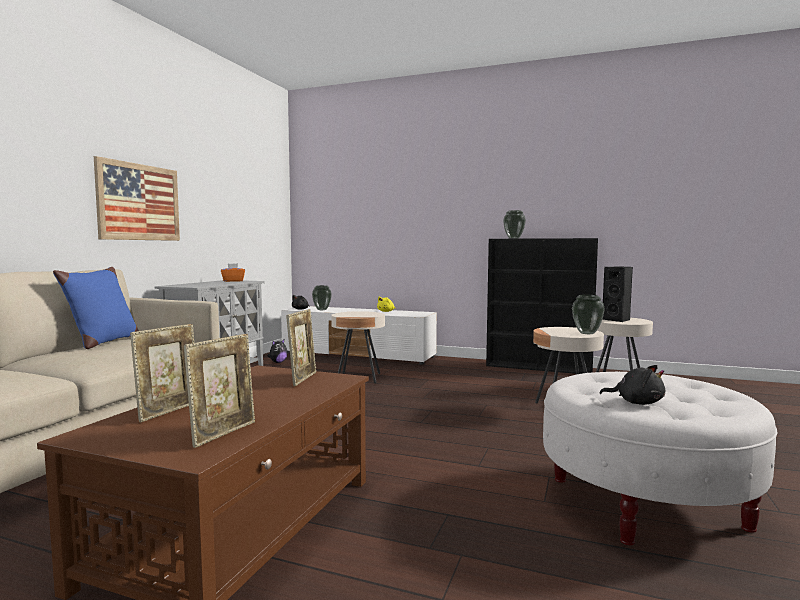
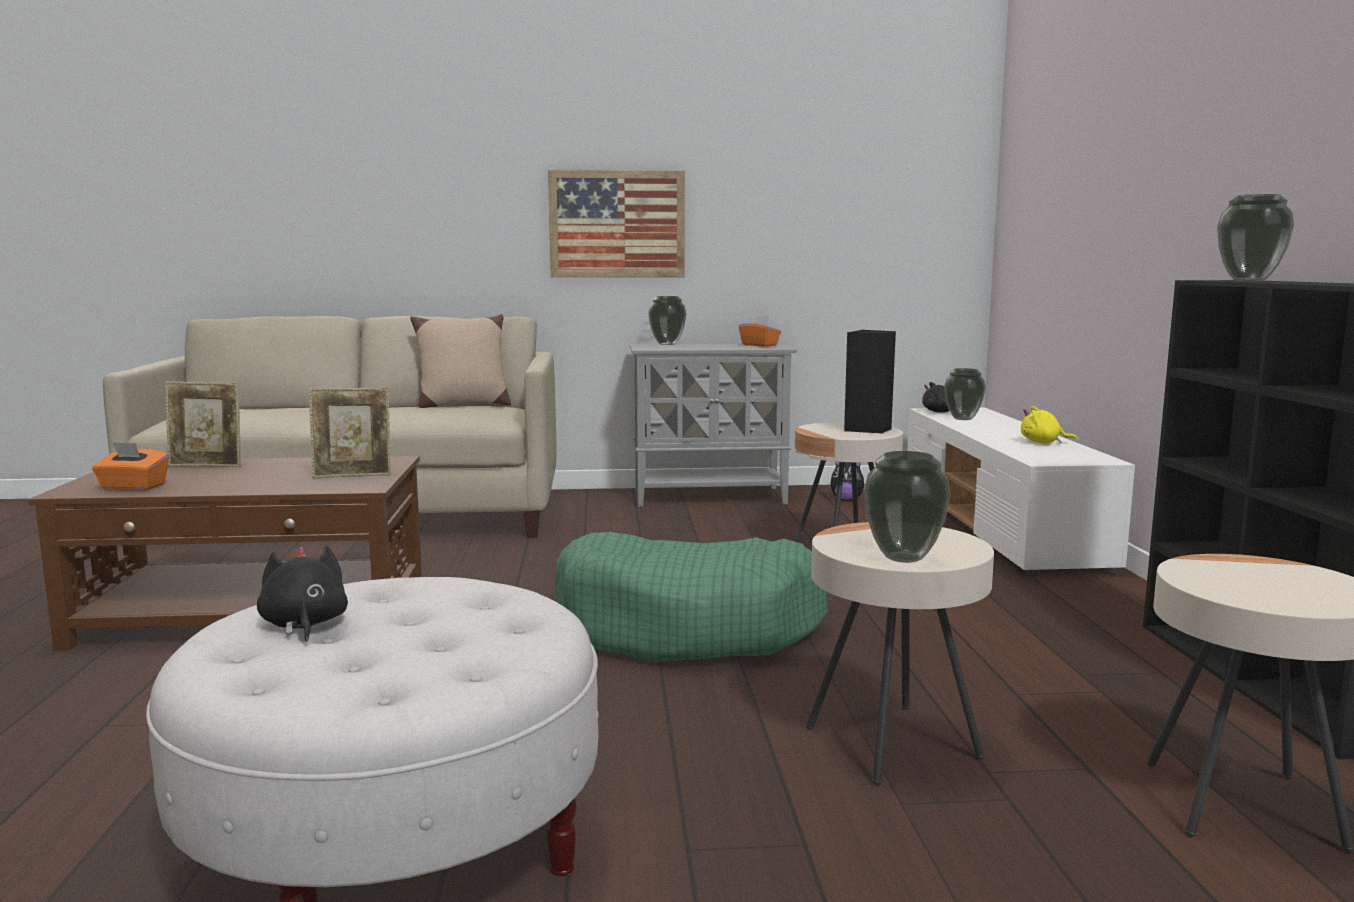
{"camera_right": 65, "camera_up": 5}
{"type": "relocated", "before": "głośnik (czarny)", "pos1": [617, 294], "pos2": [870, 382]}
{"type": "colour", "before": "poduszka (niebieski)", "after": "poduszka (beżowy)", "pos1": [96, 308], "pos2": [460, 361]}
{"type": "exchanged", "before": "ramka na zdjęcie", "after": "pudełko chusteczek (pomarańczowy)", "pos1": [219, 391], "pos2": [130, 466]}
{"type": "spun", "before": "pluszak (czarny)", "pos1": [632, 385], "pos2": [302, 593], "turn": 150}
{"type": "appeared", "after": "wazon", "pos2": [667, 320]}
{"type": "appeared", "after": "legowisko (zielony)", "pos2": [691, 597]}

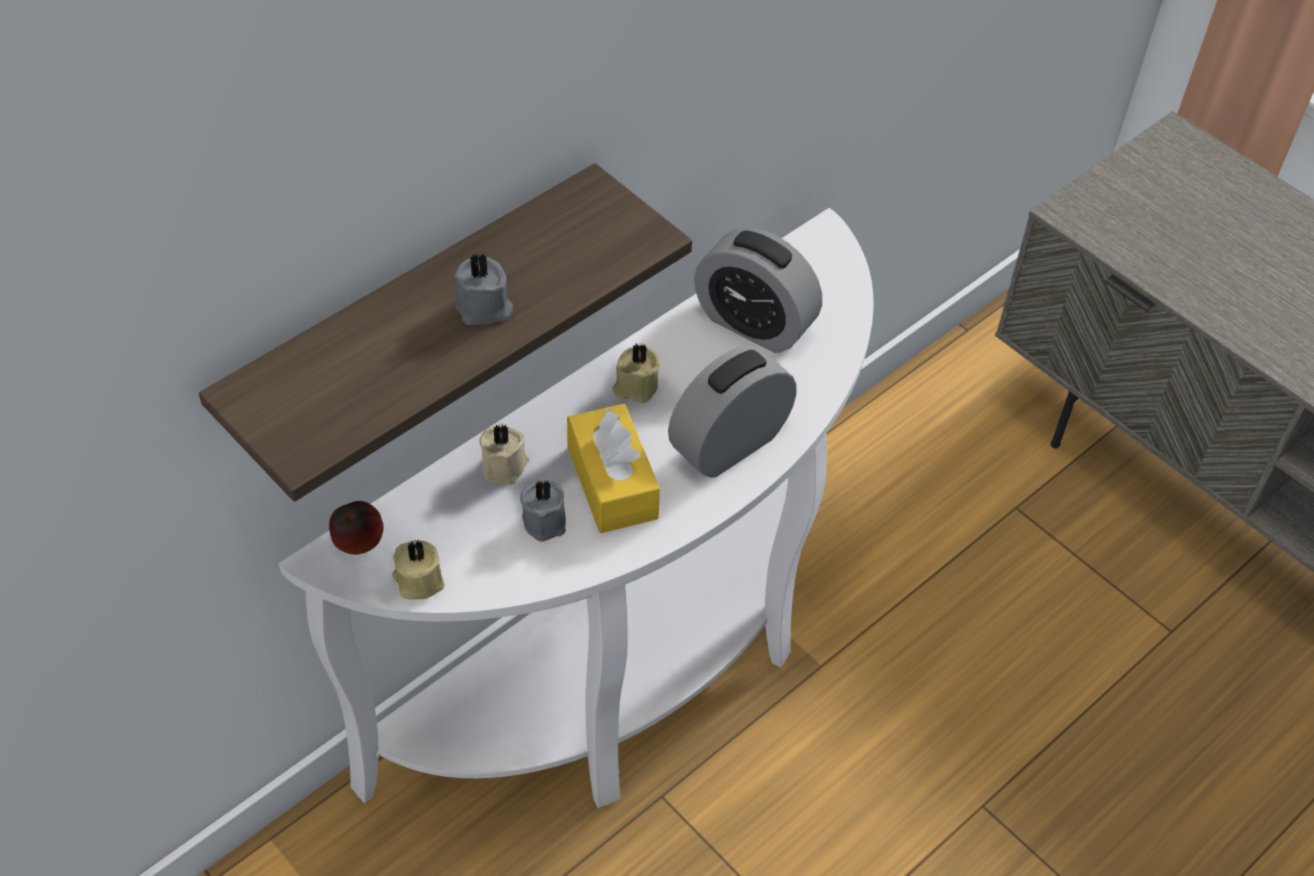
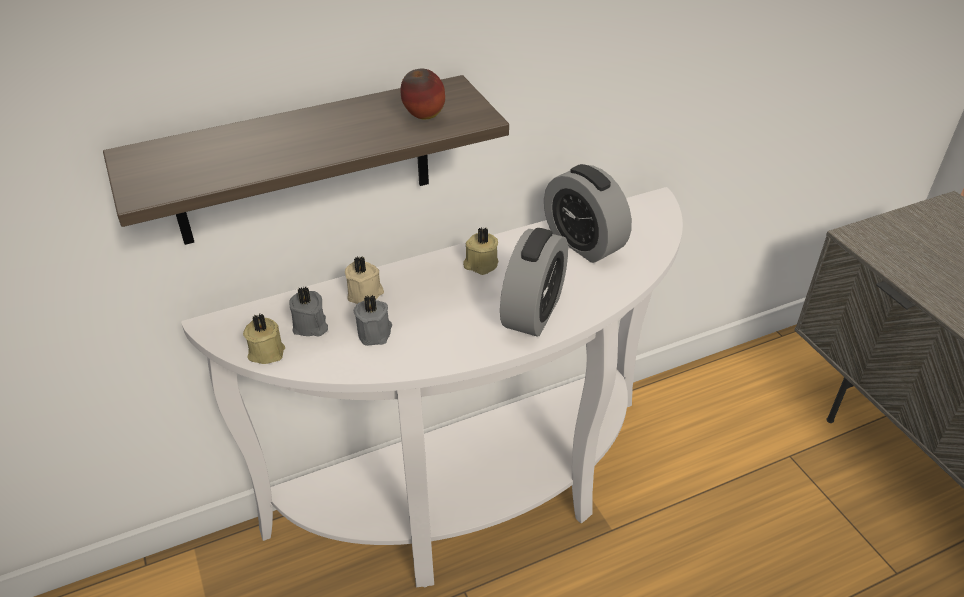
{"camera_right": 20, "camera_up": -10}
{"type": "relocated", "before": "świeca (szary)", "pos1": [483, 289], "pos2": [308, 311]}
{"type": "spun", "before": "budzik", "pos1": [732, 411], "pos2": [534, 282], "turn": 135}
{"type": "missing", "before": "pudełko chusteczek (żółty)", "pos1": [613, 468]}
{"type": "relocated", "before": "jabłko", "pos1": [356, 528], "pos2": [423, 93]}

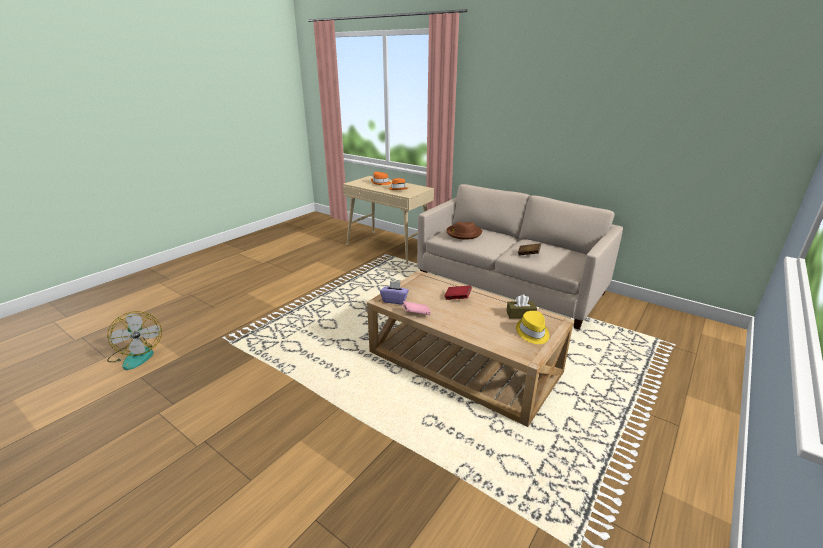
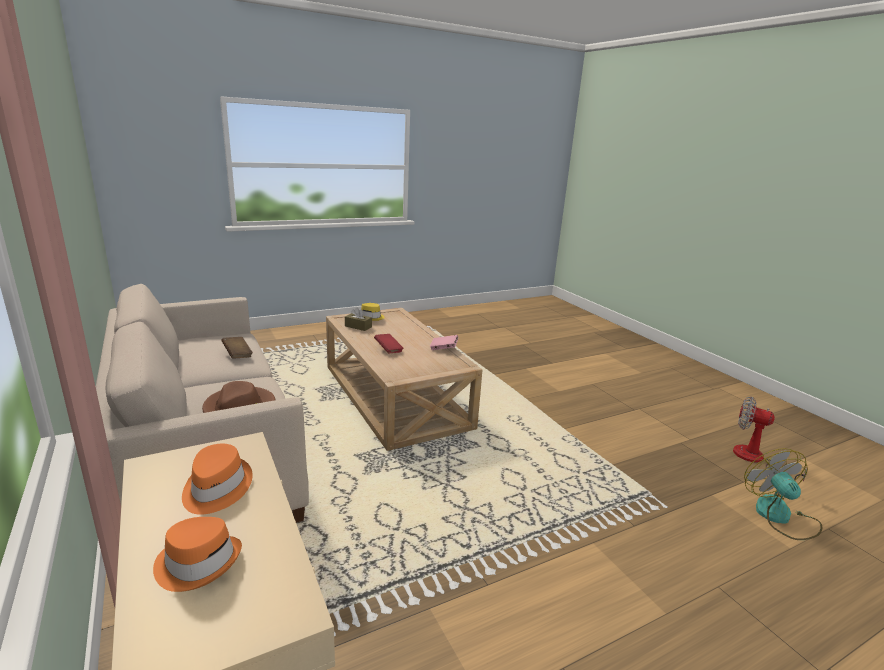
{"camera_right": -155, "camera_up": -5}
{"type": "missing", "before": "pudełko chusteczek (fioletowy)", "pos1": [394, 293]}
{"type": "appeared", "after": "wentylator", "pos2": [770, 439]}

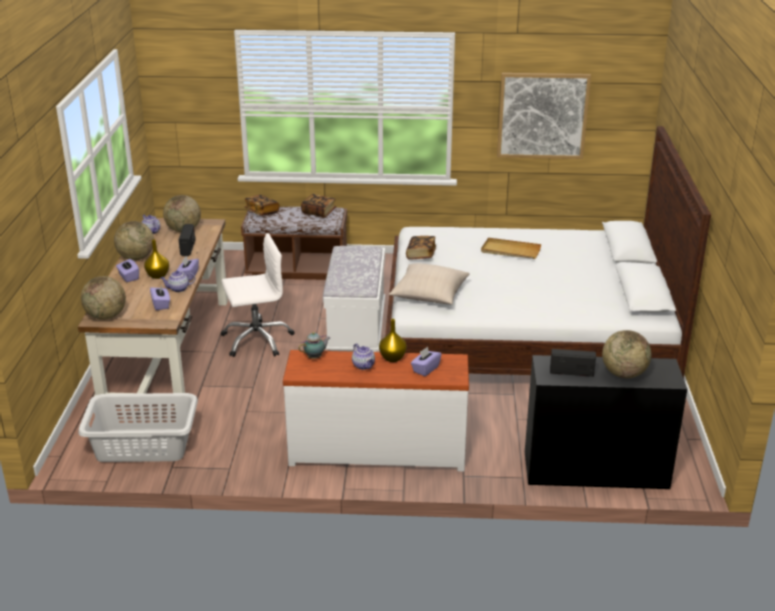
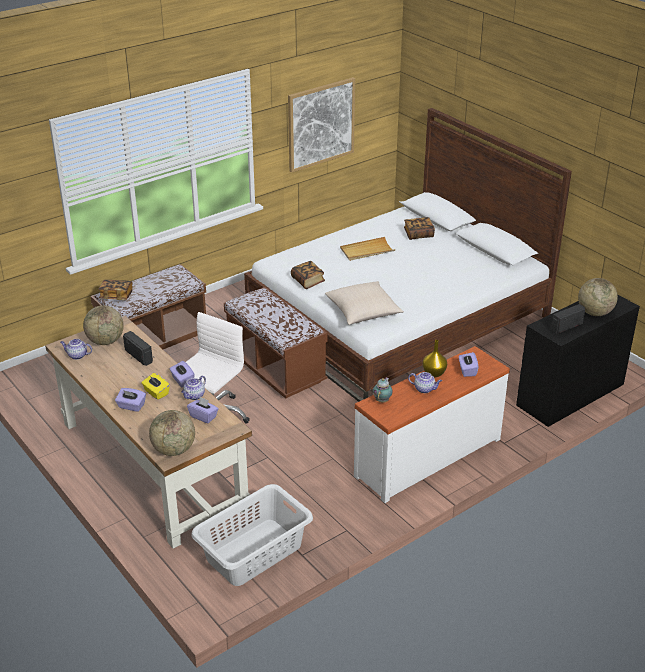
{"camera_right": -40, "camera_up": 5}
{"type": "relocated", "before": "książka", "pos1": [318, 206], "pos2": [419, 228]}
{"type": "missing", "before": "globus", "pos1": [134, 240]}
{"type": "exchanged", "before": "wazon (żółty)", "after": "pudełko chusteczek (żółty)", "pos1": [156, 259], "pos2": [156, 386]}
{"type": "colour", "before": "ławka (biały)", "after": "ławka (brązowy)", "pos1": [354, 299], "pos2": [275, 343]}

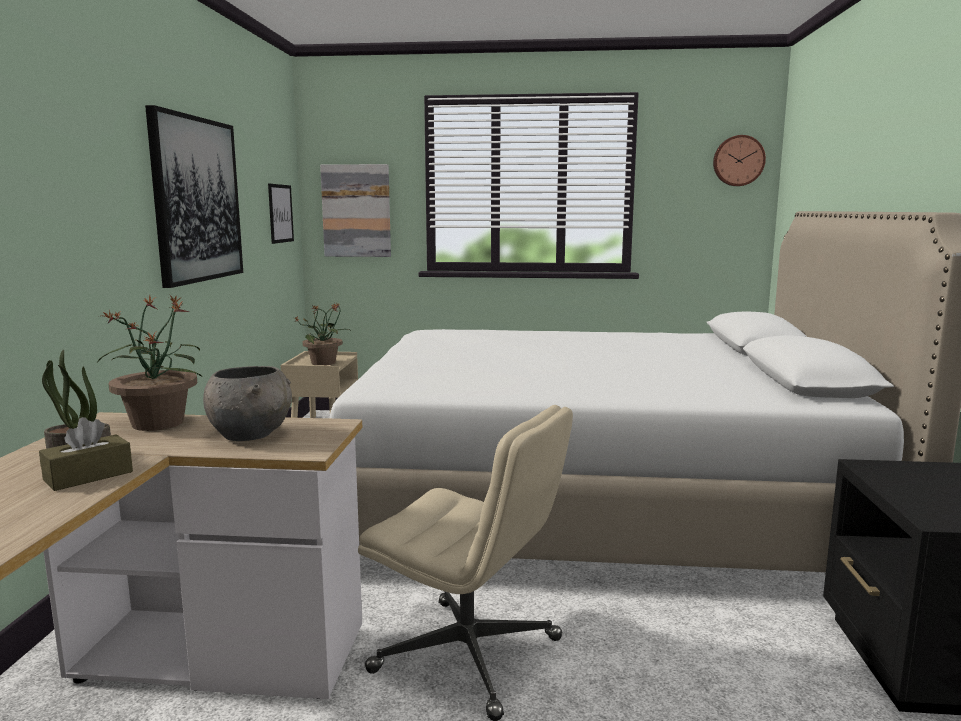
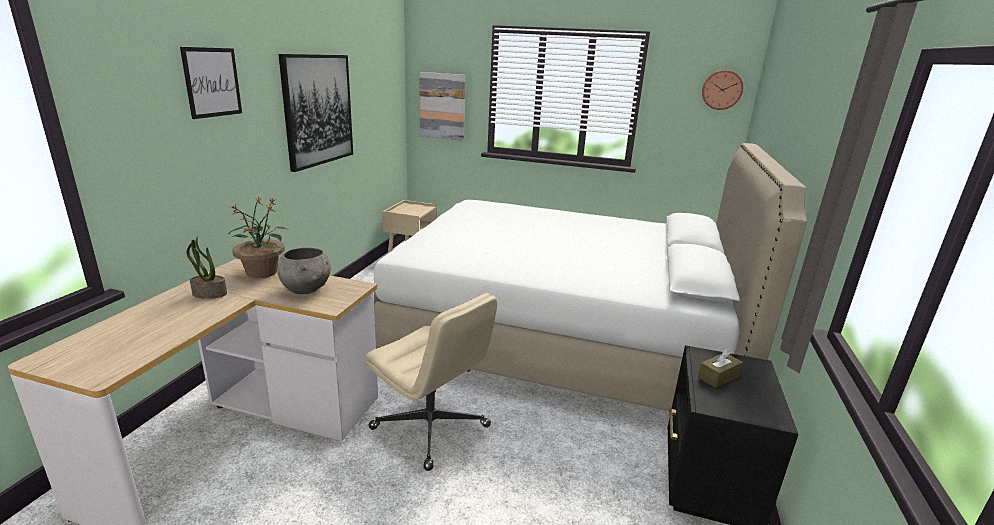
{"camera_right": 10, "camera_up": 10}
{"type": "relocated", "before": "obraz", "pos1": [281, 214], "pos2": [211, 83]}
{"type": "missing", "before": "roślina doniczkowa", "pos1": [322, 333]}
{"type": "relocated", "before": "pudełko chusteczek (brązowy)", "pos1": [86, 454], "pos2": [720, 368]}

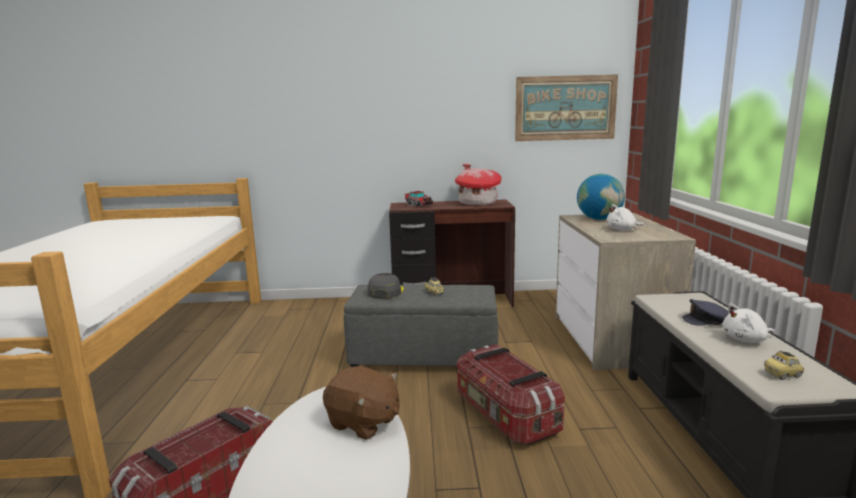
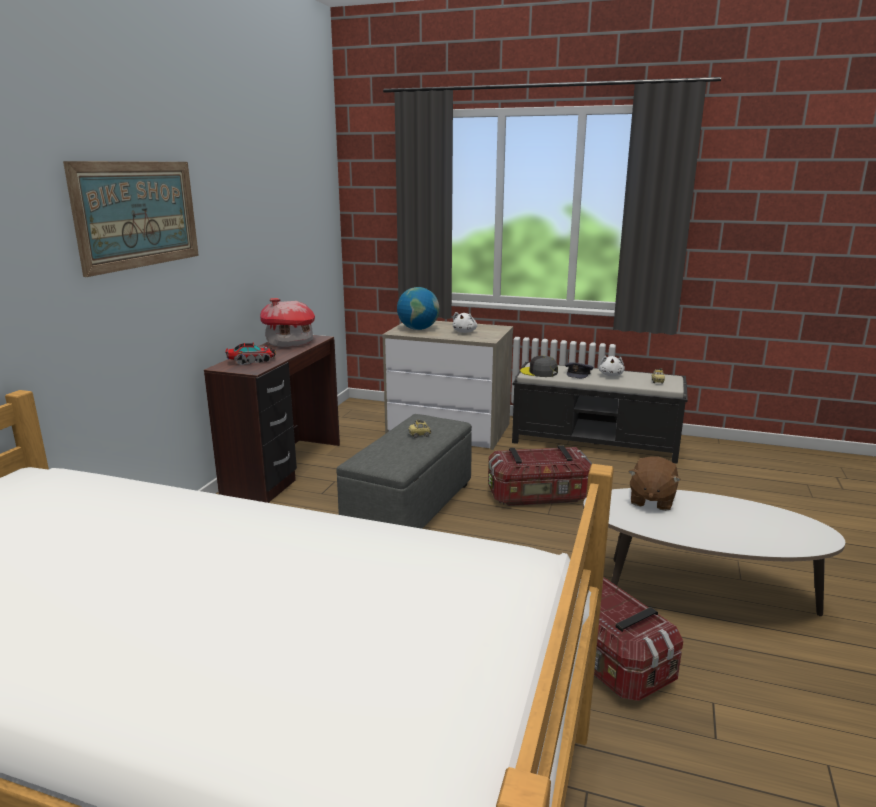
{"camera_right": -70, "camera_up": 5}
{"type": "relocated", "before": "obraz", "pos1": [566, 107], "pos2": [131, 219]}
{"type": "relocated", "before": "czapka z daszkiem (szary)", "pos1": [385, 286], "pos2": [539, 366]}
{"type": "spun", "before": "pluszak (brązowy)", "pos1": [361, 403], "pos2": [654, 483], "turn": 150}

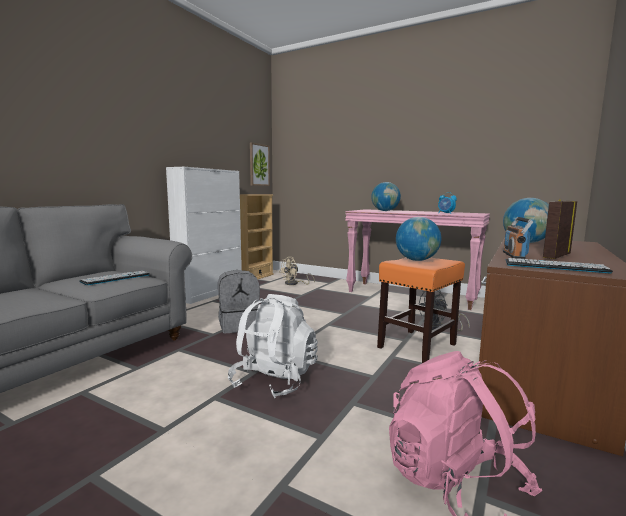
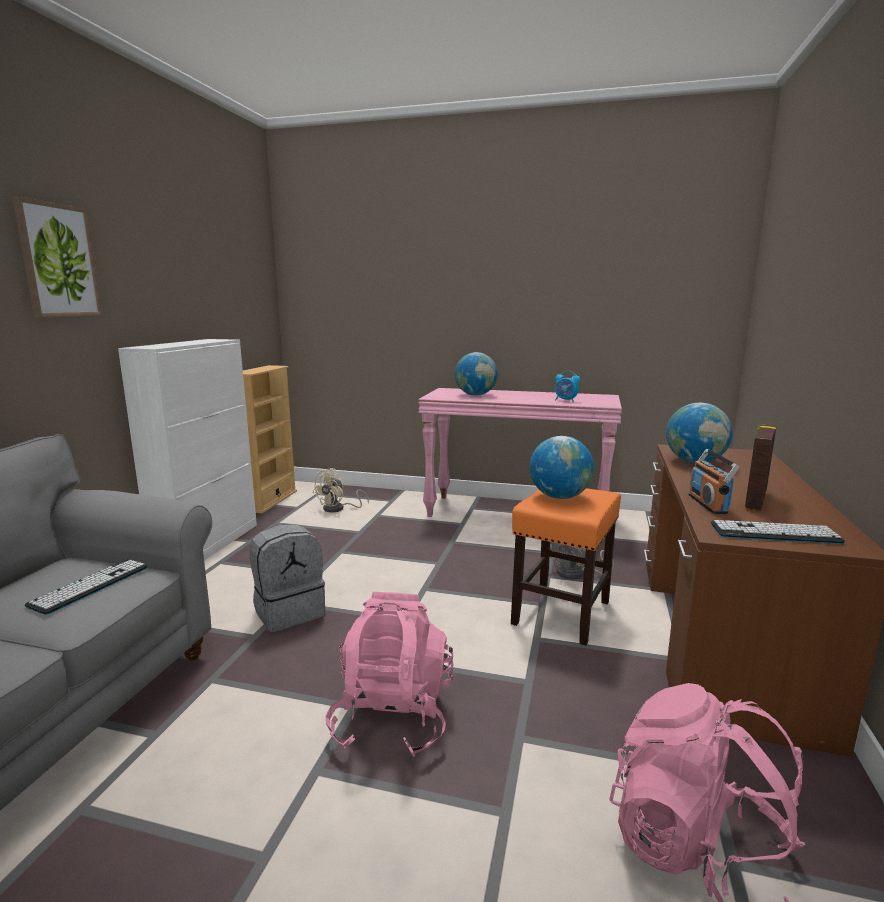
{"camera_right": -15, "camera_up": 5}
{"type": "relocated", "before": "obraz", "pos1": [260, 164], "pos2": [57, 257]}
{"type": "colour", "before": "plecak (biały)", "after": "plecak (różowy)", "pos1": [273, 346], "pos2": [390, 674]}

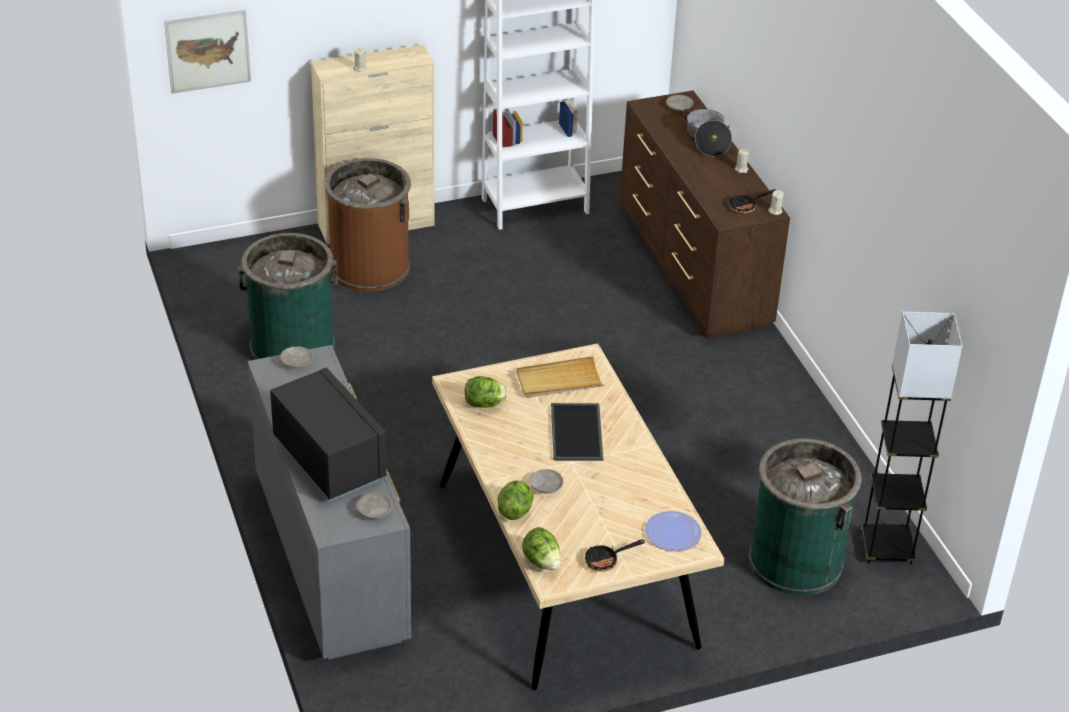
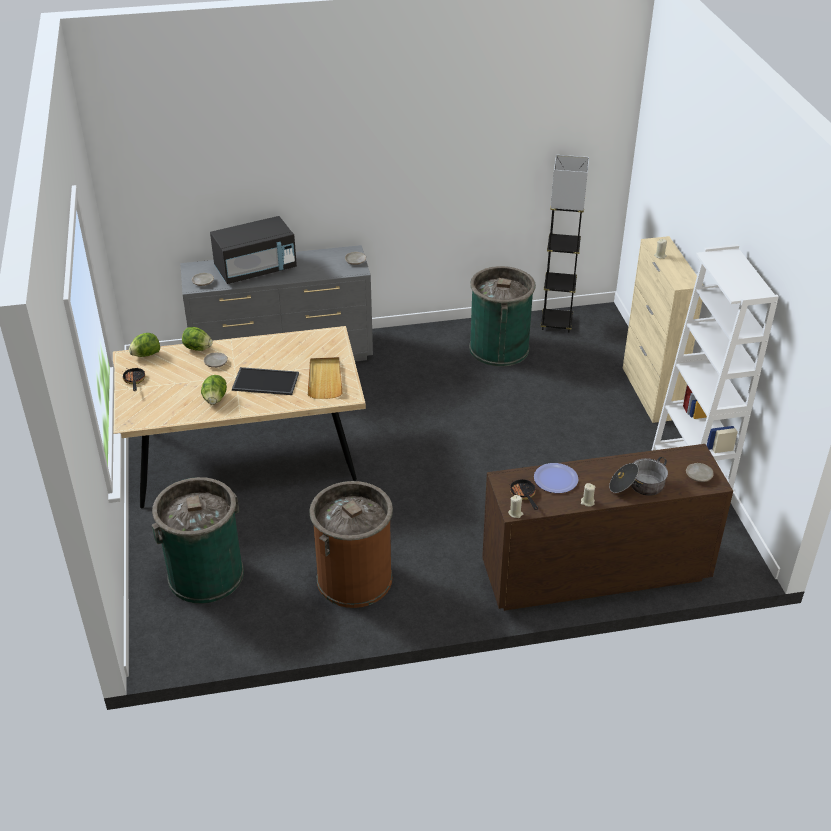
{"camera_right": 100, "camera_up": 0}
{"type": "missing", "before": "obraz", "pos1": [207, 52]}
{"type": "relocated", "before": "kosz na śmieci (brązowy)", "pos1": [367, 225], "pos2": [351, 544]}
{"type": "relocated", "before": "lampa stojąca (szary)", "pos1": [911, 438], "pos2": [565, 244]}
{"type": "relocated", "before": "sałata", "pos1": [486, 392], "pos2": [214, 390]}
{"type": "relocated", "before": "talerz", "pos1": [673, 531], "pos2": [556, 478]}

